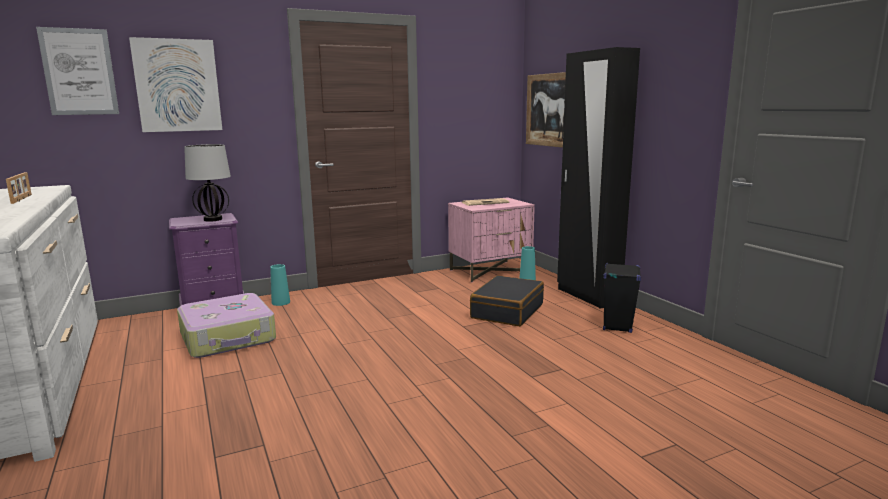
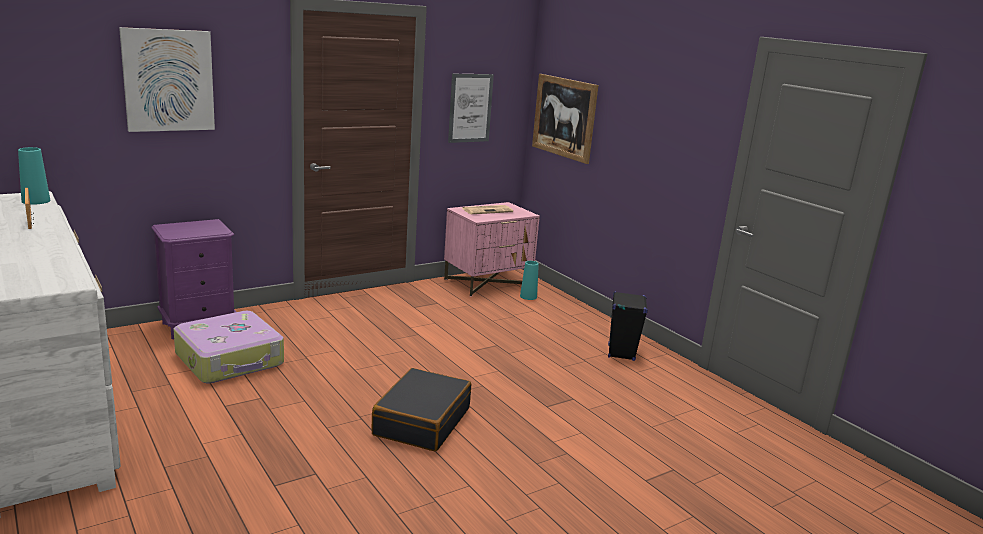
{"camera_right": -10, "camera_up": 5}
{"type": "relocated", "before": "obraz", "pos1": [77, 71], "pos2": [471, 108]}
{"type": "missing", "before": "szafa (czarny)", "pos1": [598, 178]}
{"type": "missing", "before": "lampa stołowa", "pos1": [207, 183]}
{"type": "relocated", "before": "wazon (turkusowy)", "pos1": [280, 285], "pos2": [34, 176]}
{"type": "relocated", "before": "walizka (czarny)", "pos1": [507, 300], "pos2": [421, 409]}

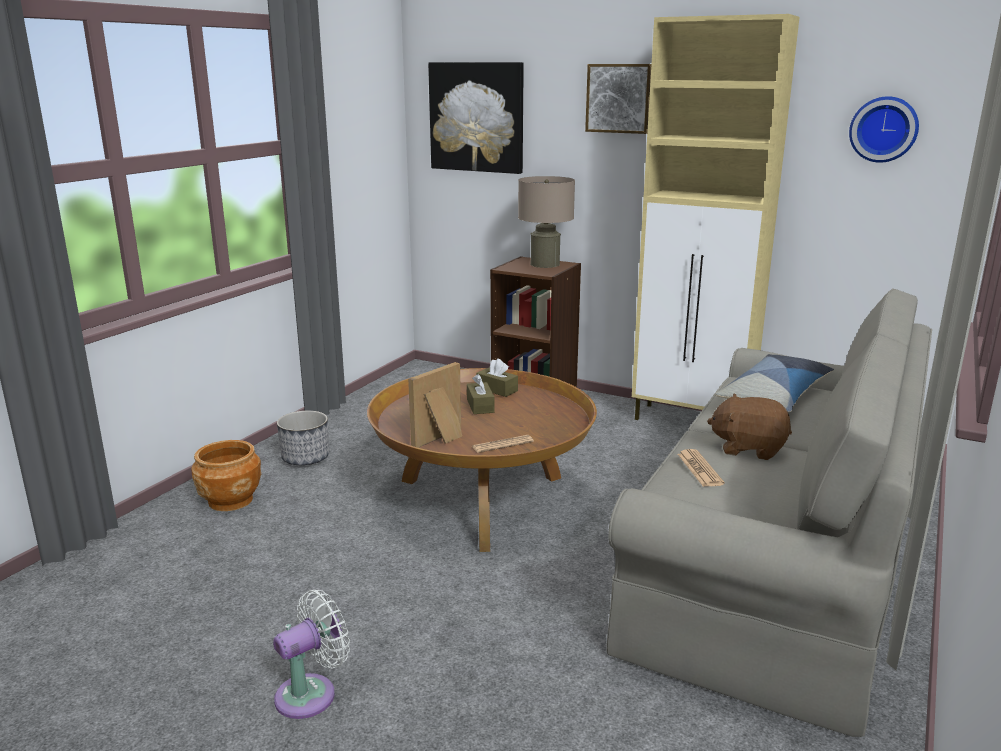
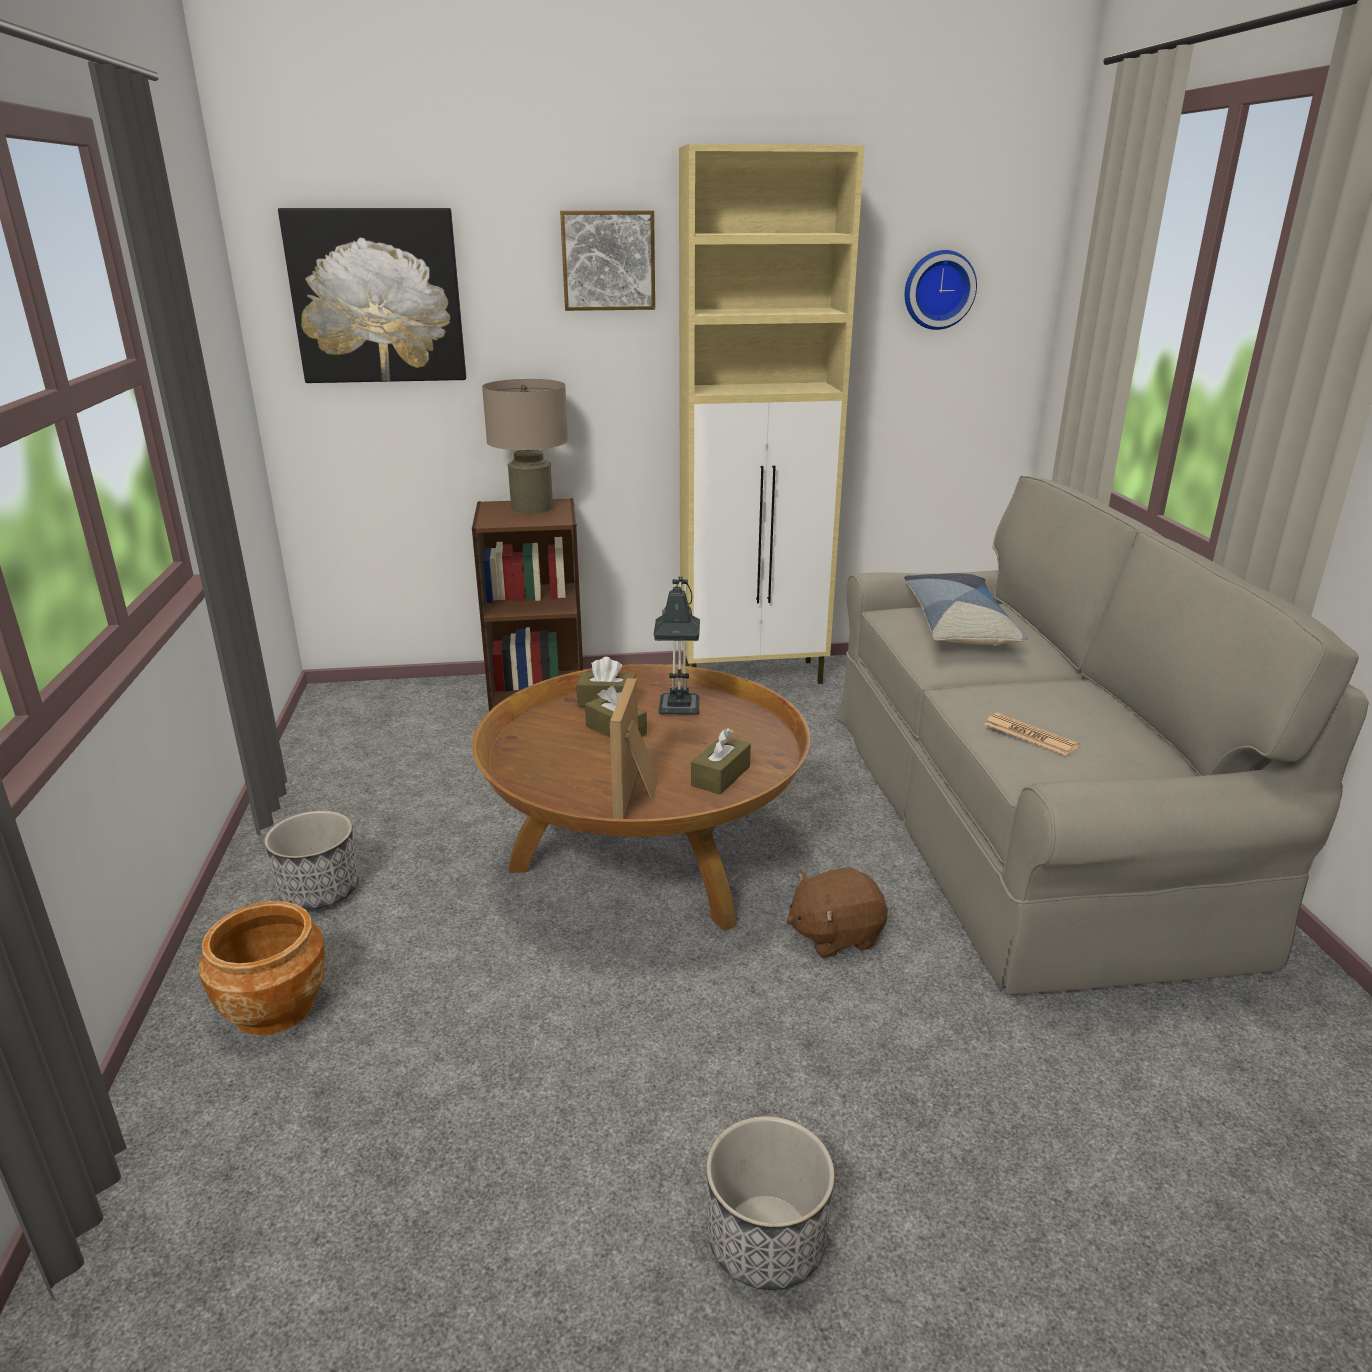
{"camera_right": -35, "camera_up": 5}
{"type": "relocated", "before": "pluszak (brązowy)", "pos1": [749, 427], "pos2": [837, 912]}
{"type": "exchanged", "before": "gazeta", "after": "pudełko chusteczek (brązowy)", "pos1": [503, 444], "pos2": [721, 761]}
{"type": "exchanged", "before": "wentylator (biały)", "after": "donica", "pos1": [311, 654], "pos2": [770, 1203]}
{"type": "appeared", "after": "lampa stołowa", "pos2": [677, 645]}

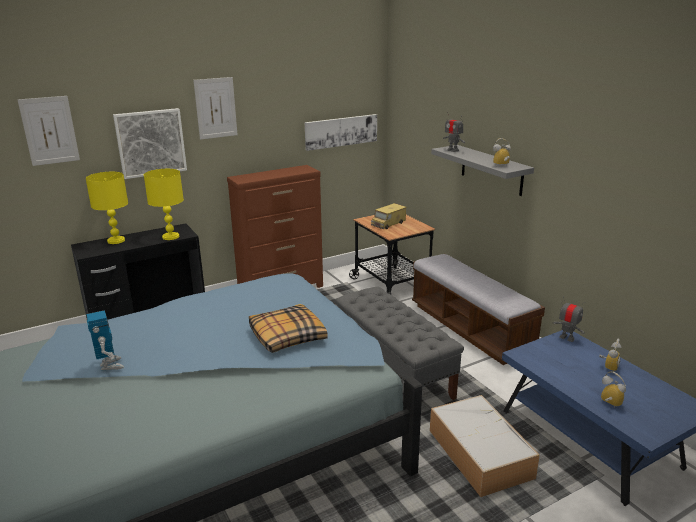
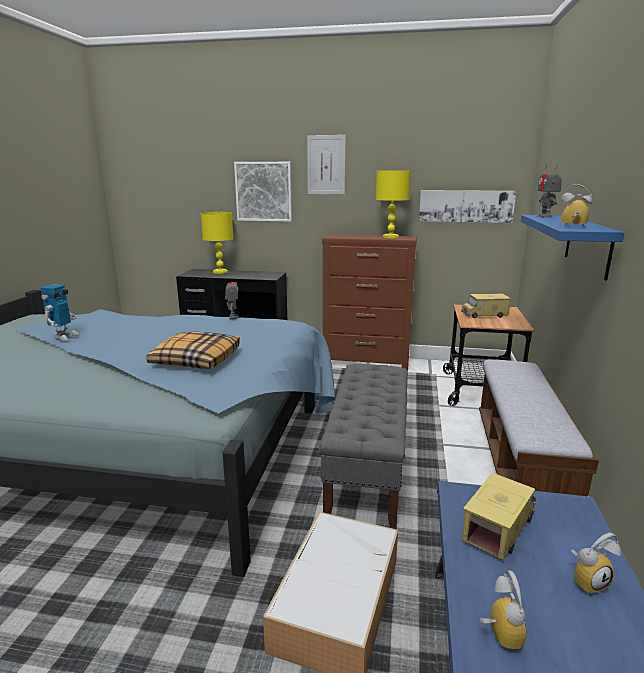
{"camera_right": 40, "camera_up": -5}
{"type": "missing", "before": "obraz", "pos1": [49, 131]}
{"type": "colour", "before": "półka (szary)", "after": "półka (niebieski)", "pos1": [482, 170], "pos2": [572, 247]}
{"type": "relocated", "before": "lampa stołowa (żółty)", "pos1": [164, 204], "pos2": [393, 204]}
{"type": "relocated", "before": "robot zabawkowy", "pos1": [568, 319], "pos2": [232, 298]}
{"type": "appeared", "after": "ciężarówka zabawkowa", "pos2": [499, 516]}

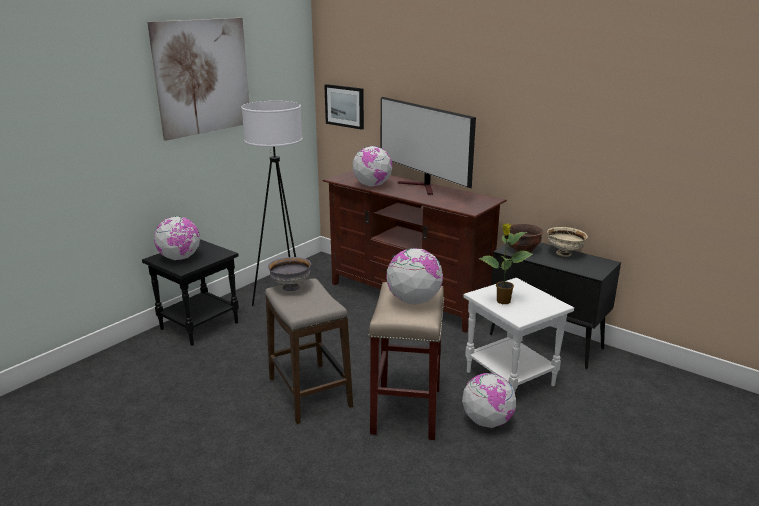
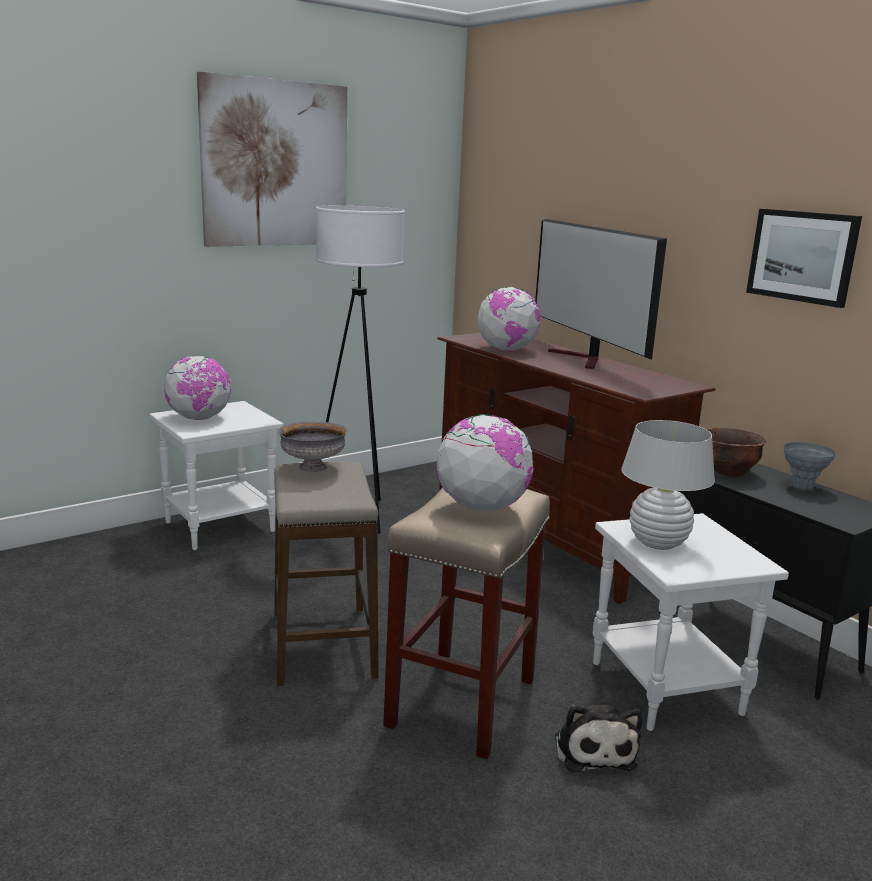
{"camera_right": 15, "camera_up": -5}
{"type": "relocated", "before": "obraz", "pos1": [344, 107], "pos2": [804, 258]}
{"type": "exchanged", "before": "roślina doniczkowa", "after": "lampa stołowa (biały)", "pos1": [505, 263], "pos2": [668, 485]}
{"type": "exchanged", "before": "miska (beżowy)", "after": "wazon (szary)", "pos1": [567, 242], "pos2": [809, 466]}
{"type": "colour", "before": "stolik (czarny)", "after": "stolik (biały)", "pos1": [190, 292], "pos2": [216, 475]}
{"type": "exchanged", "before": "globus", "after": "pluszak", "pos1": [489, 400], "pos2": [598, 738]}

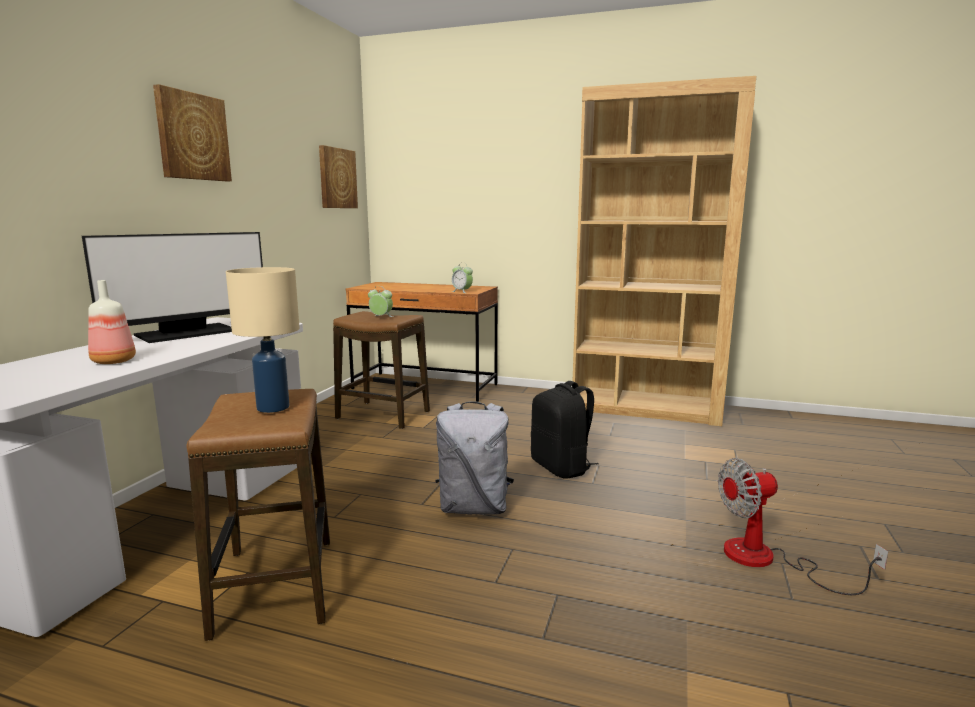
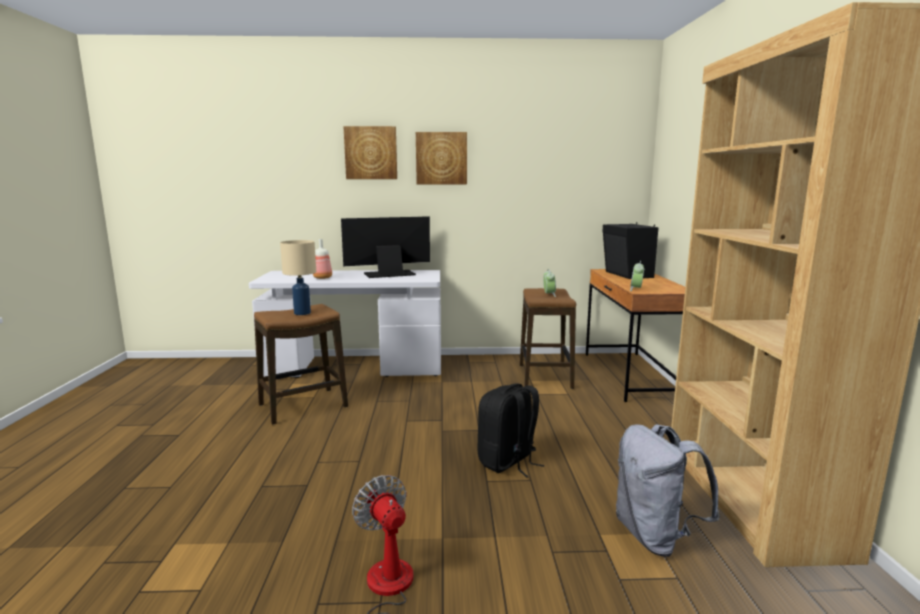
{"camera_right": 70, "camera_up": 0}
{"type": "relocated", "before": "obraz", "pos1": [338, 176], "pos2": [370, 152]}
{"type": "spun", "before": "monitor", "pos1": [172, 287], "pos2": [385, 247], "turn": 135}
{"type": "relocated", "before": "plecak (szary)", "pos1": [474, 458], "pos2": [668, 490]}
{"type": "appeared", "after": "głośnik (czarny)", "pos2": [630, 250]}

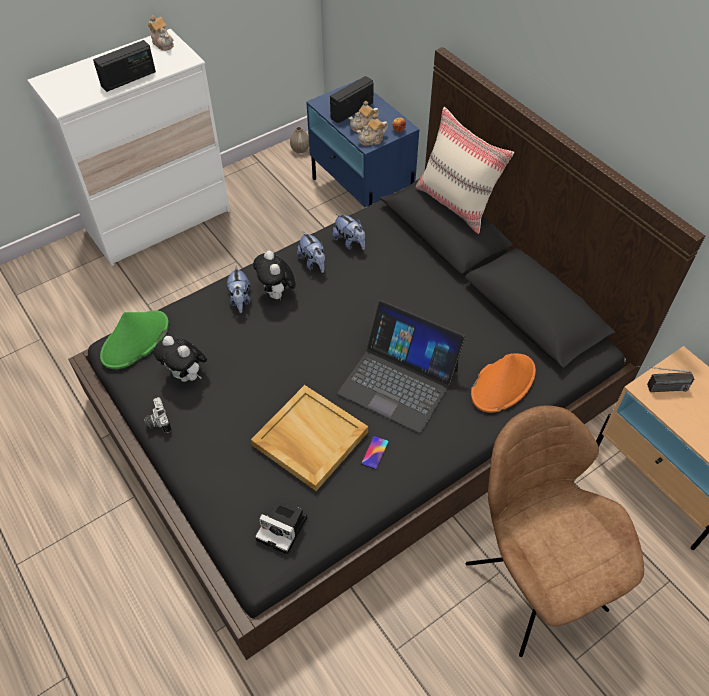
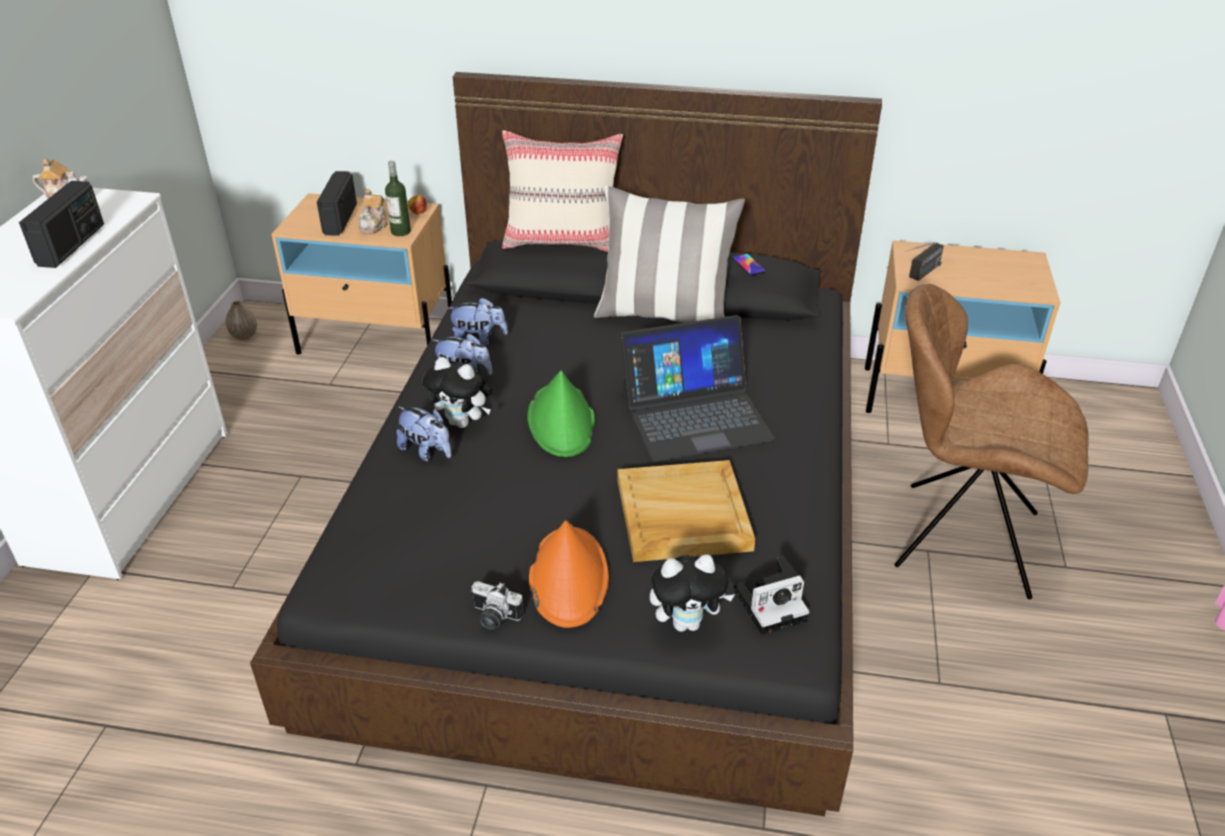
{"camera_right": -45, "camera_up": -15}
{"type": "colour", "before": "szafka nocna (niebieski)", "after": "szafka nocna (beżowy)", "pos1": [362, 143], "pos2": [361, 274]}
{"type": "exchanged", "before": "imbryk", "after": "butelka", "pos1": [372, 130], "pos2": [398, 198]}
{"type": "relocated", "before": "kapelusz (zielony)", "pos1": [134, 339], "pos2": [561, 413]}
{"type": "relocated", "before": "pluszak", "pos1": [180, 359], "pos2": [692, 593]}
{"type": "relocated", "before": "kapelusz (pomarańczowy)", "pos1": [503, 383], "pos2": [569, 574]}
{"type": "relocated", "before": "telefon", "pos1": [375, 452], "pos2": [749, 265]}
{"type": "appeared", "after": "poduszka", "pos2": [669, 254]}

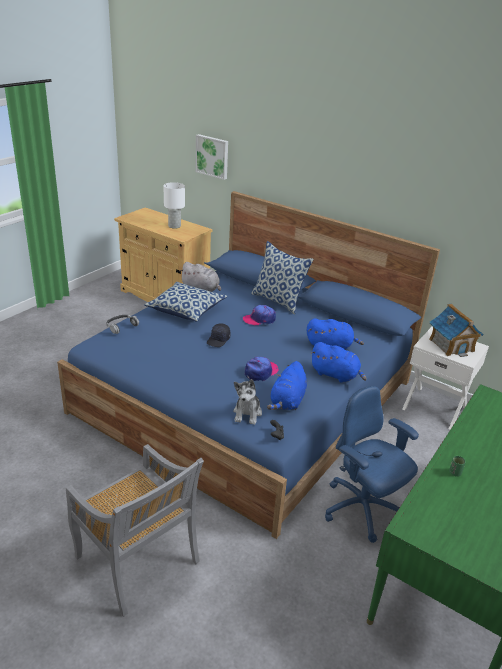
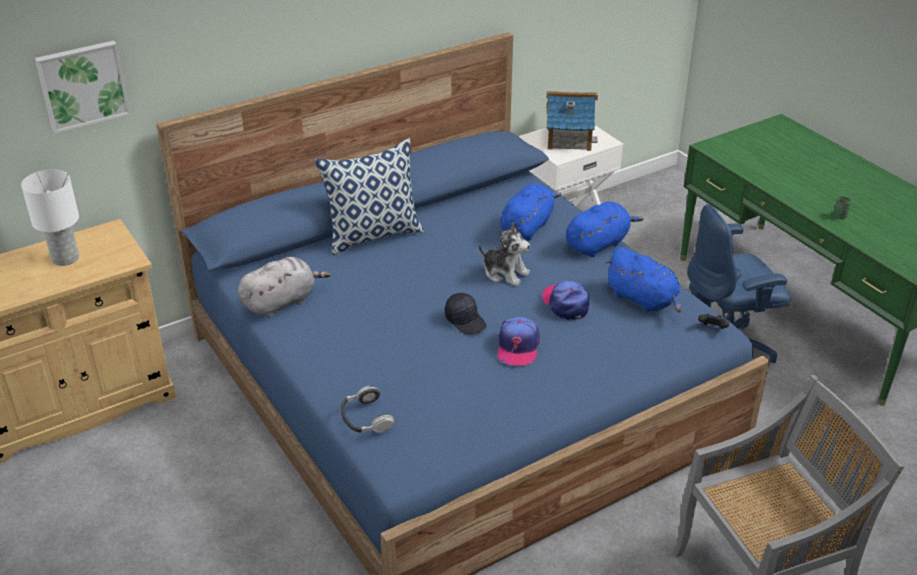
{"camera_right": -65, "camera_up": 5}
{"type": "missing", "before": "poduszka", "pos1": [185, 302]}
{"type": "relocated", "before": "czapka z daszkiem", "pos1": [259, 315], "pos2": [518, 341]}
{"type": "relocated", "before": "pluszak", "pos1": [247, 402], "pos2": [504, 254]}

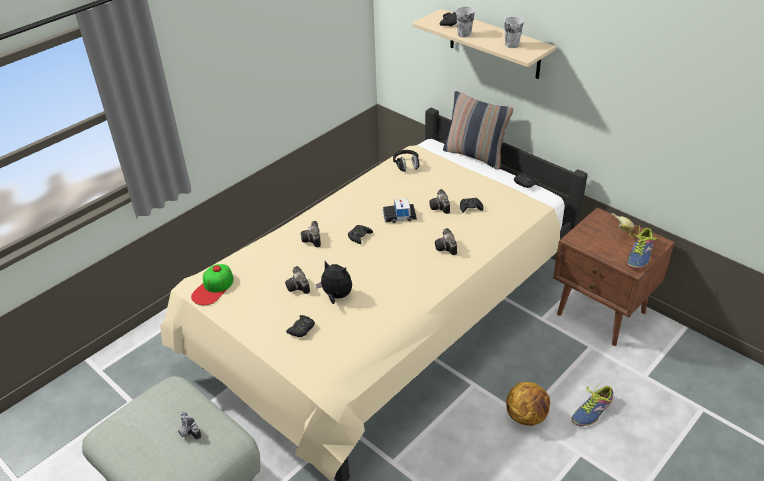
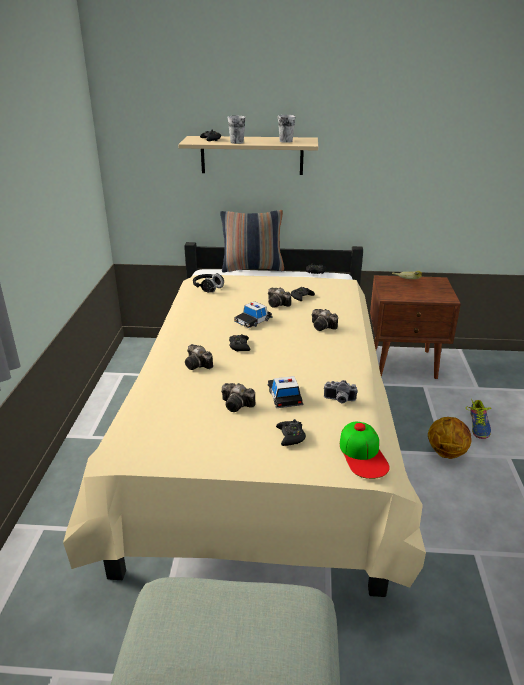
{"camera_right": -40, "camera_up": -10}
{"type": "missing", "before": "but", "pos1": [642, 247]}
{"type": "exchanged", "before": "pluszak", "after": "samochodzik", "pos1": [334, 282], "pos2": [285, 392]}
{"type": "relocated", "before": "czapka z daszkiem", "pos1": [212, 284], "pos2": [365, 450]}
{"type": "relocated", "before": "aparat fotograficzny", "pos1": [189, 425], "pos2": [340, 391]}

